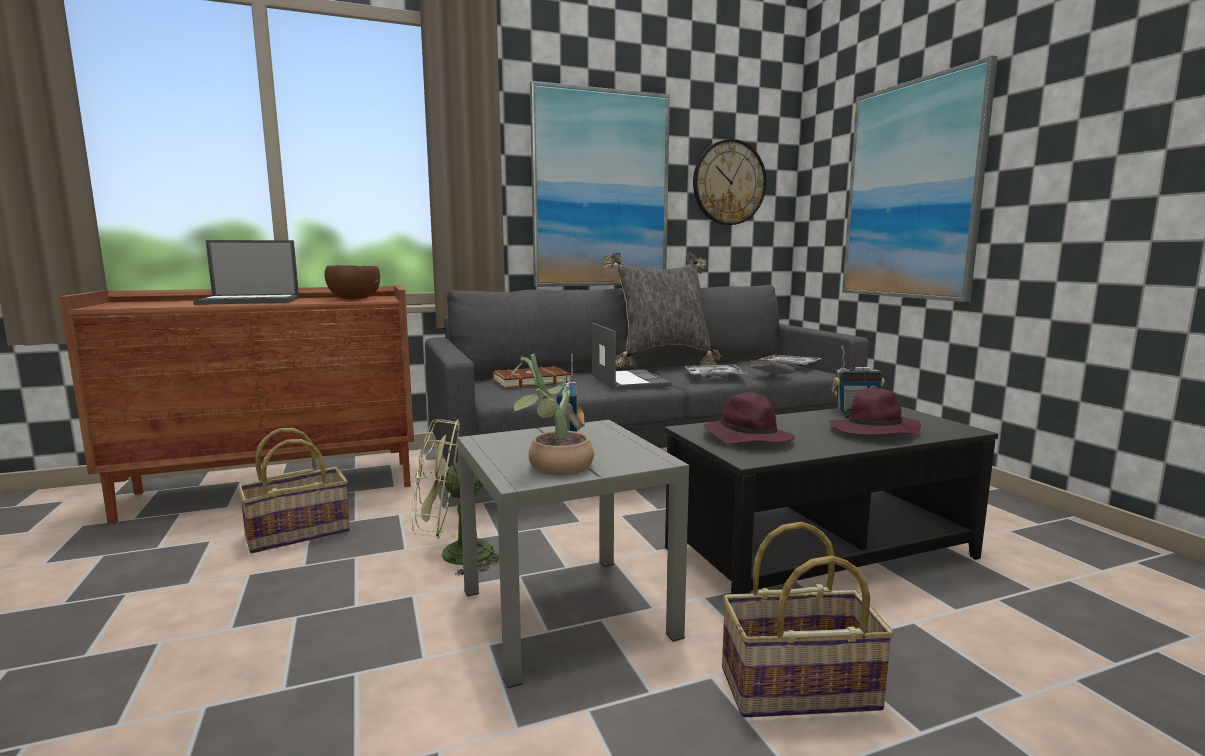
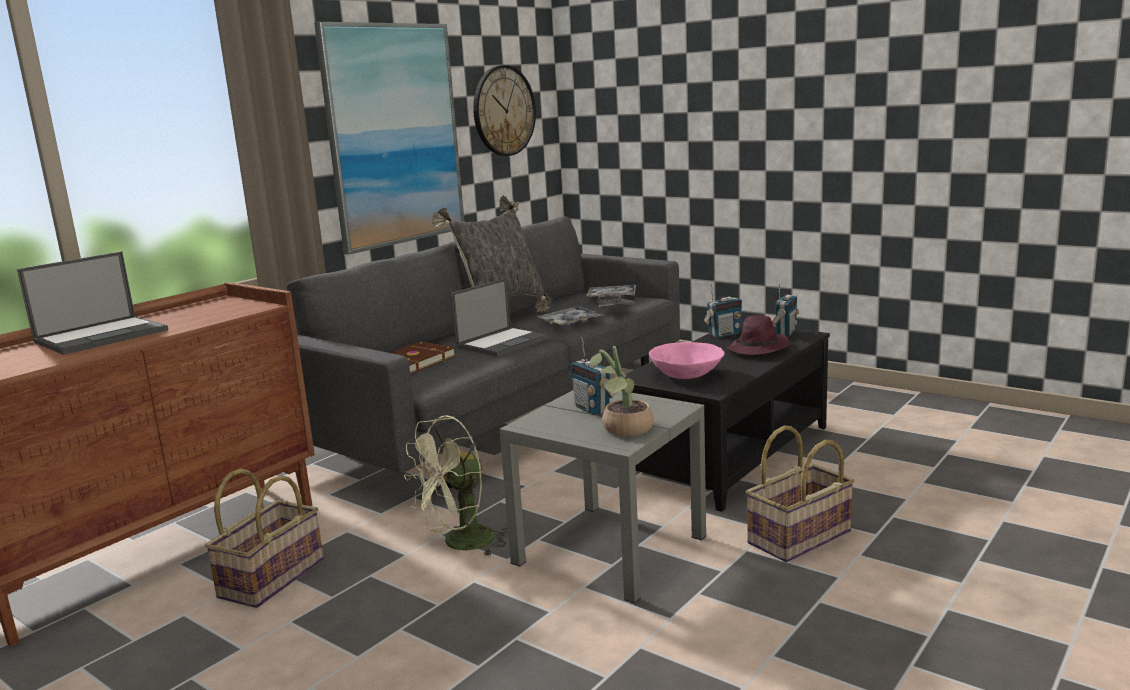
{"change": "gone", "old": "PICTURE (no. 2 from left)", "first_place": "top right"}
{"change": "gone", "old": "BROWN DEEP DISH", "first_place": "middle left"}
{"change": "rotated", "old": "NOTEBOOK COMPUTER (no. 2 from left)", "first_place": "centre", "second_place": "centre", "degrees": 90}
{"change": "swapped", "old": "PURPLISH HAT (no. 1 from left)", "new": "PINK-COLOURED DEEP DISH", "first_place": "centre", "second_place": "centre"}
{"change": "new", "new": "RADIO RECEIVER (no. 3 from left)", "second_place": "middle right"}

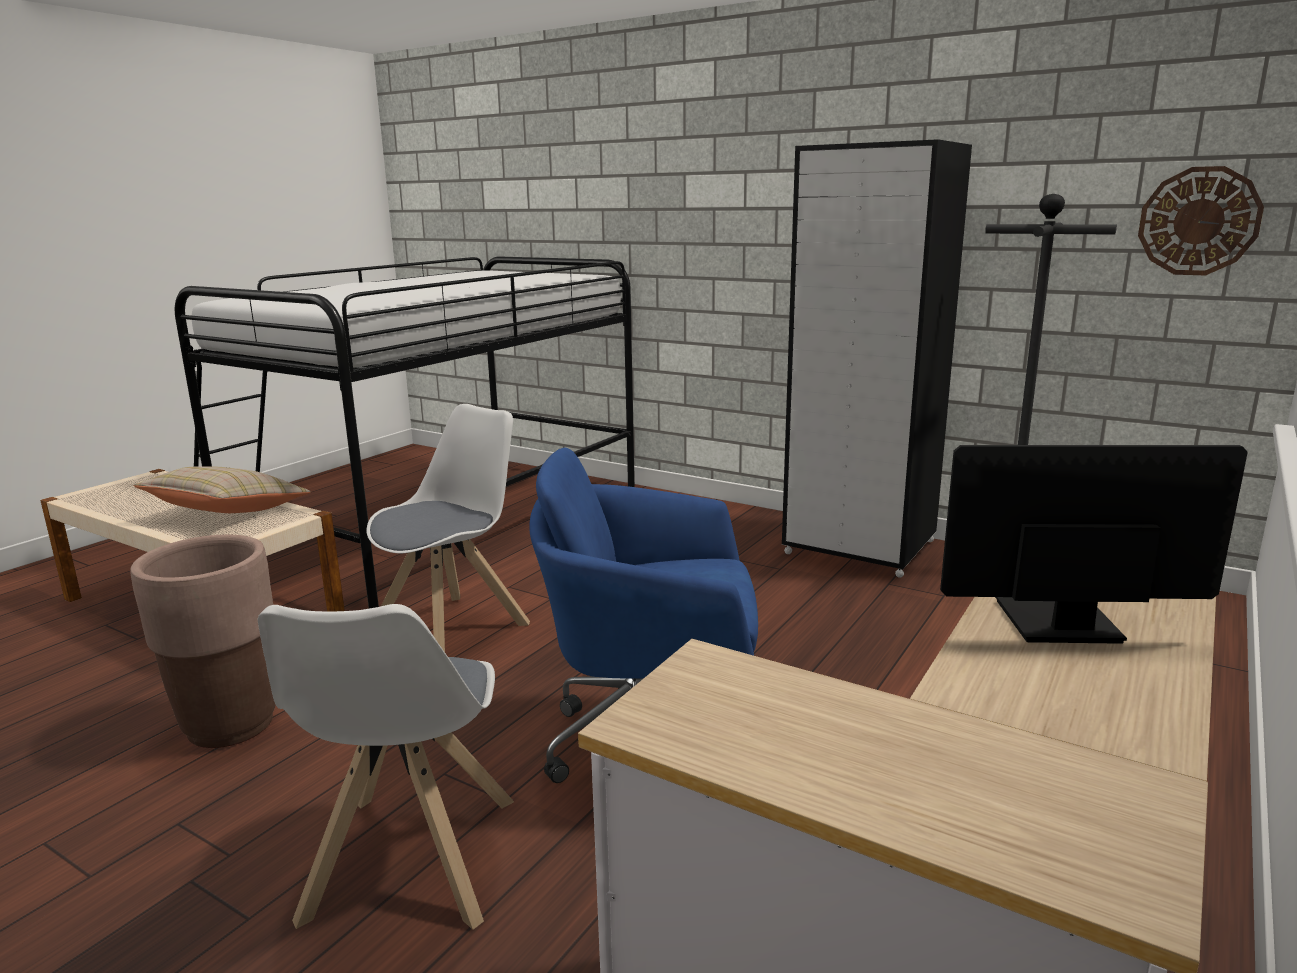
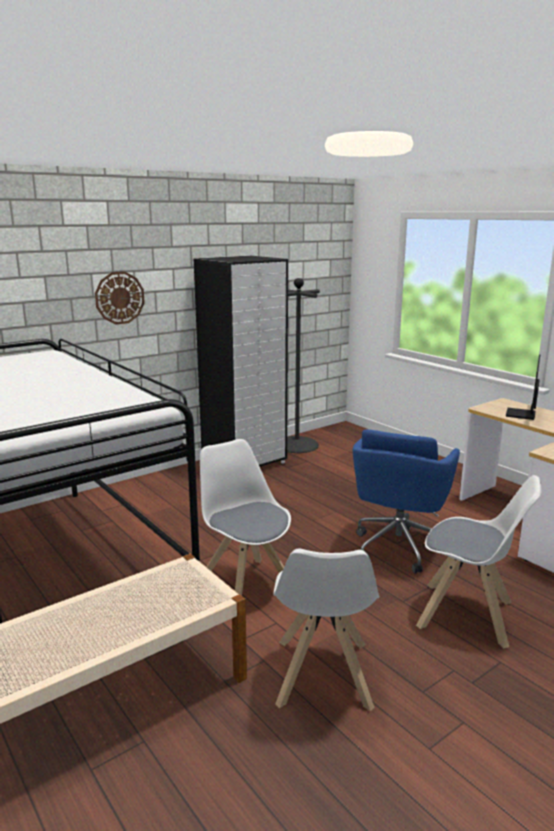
{"change": "shifted", "old": "CLOCK ON THE WALL", "first_place": "top right", "second_place": "middle left"}
{"change": "gone", "old": "BEIGE-COLOURED CUSHION", "first_place": "middle left"}
{"change": "swapped", "old": "BROWN PLANT POT", "new": "UPRIGHT CHAIR (no. 2 from left)", "first_place": "middle left", "second_place": "bottom centre"}

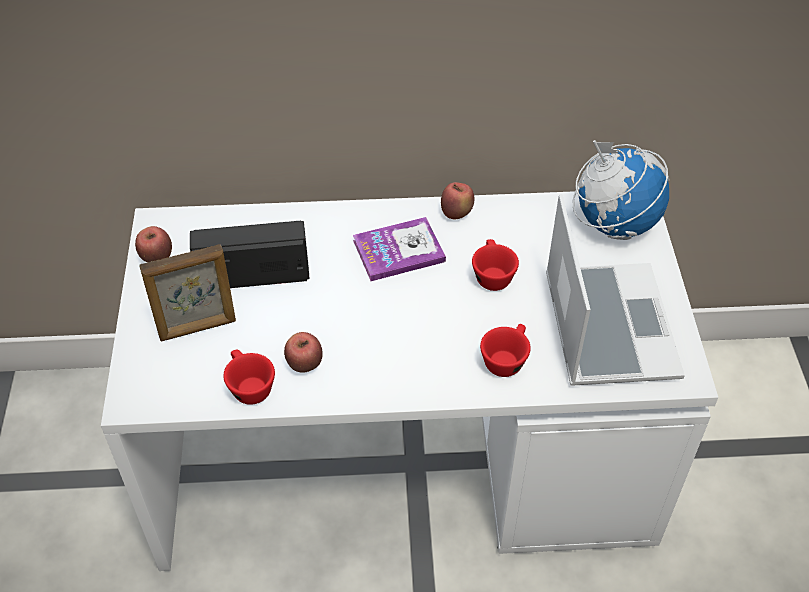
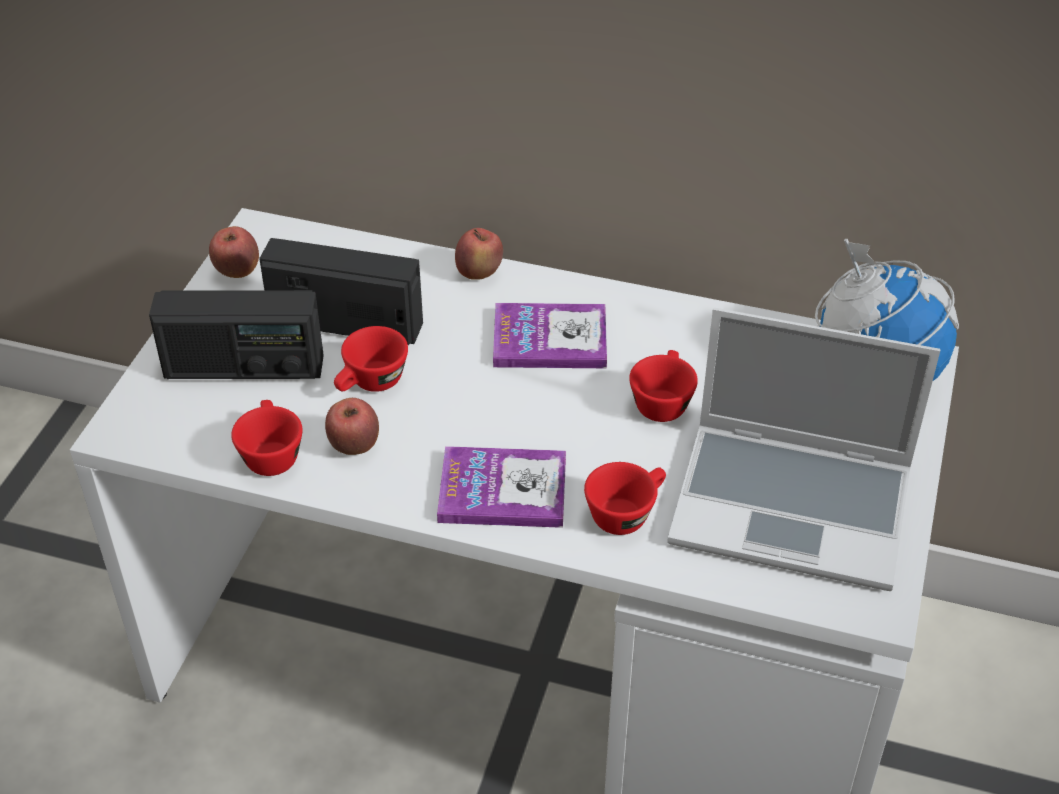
{"change": "shifted", "old": "APPLE FRUIT (no. 3 from left)", "first_place": "centre", "second_place": "top centre"}
{"change": "rotated", "old": "NOTEBOOK COMPUTER", "first_place": "middle right", "second_place": "middle right", "degrees": 90}
{"change": "swapped", "old": "STANDING FRAME", "new": "RADIO RECEIVER (no. 1 from left)", "first_place": "middle left", "second_place": "middle left"}
{"change": "new", "new": "RED SMALL CUP (no. 2 from left)", "second_place": "centre"}
{"change": "new", "new": "BOUND BOOK (no. 1 from left)", "second_place": "centre"}

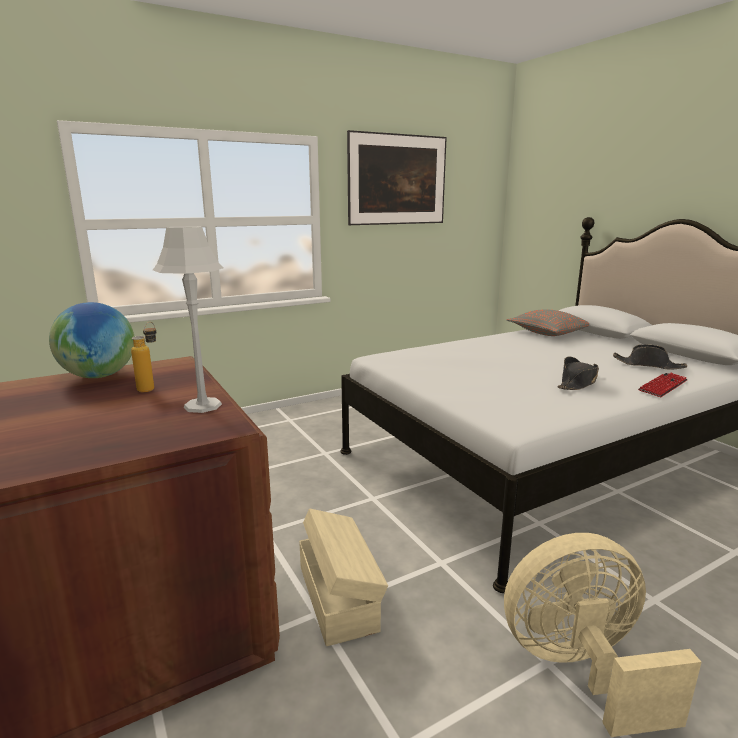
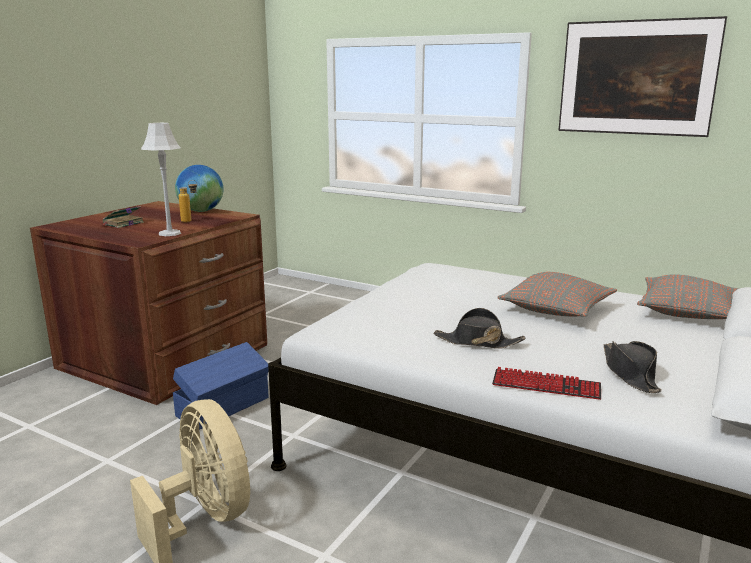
{"change": "repainted", "old": "BEIGE-COLOURED STORAGE BOX", "new": "BLUE STORAGE BOX", "first_place": "bottom centre", "second_place": "bottom left"}
{"change": "new", "new": "BOUND BOOK", "second_place": "middle left"}
{"change": "new", "new": "GREYISH CUSHION (no. 1 from left)", "second_place": "middle right"}

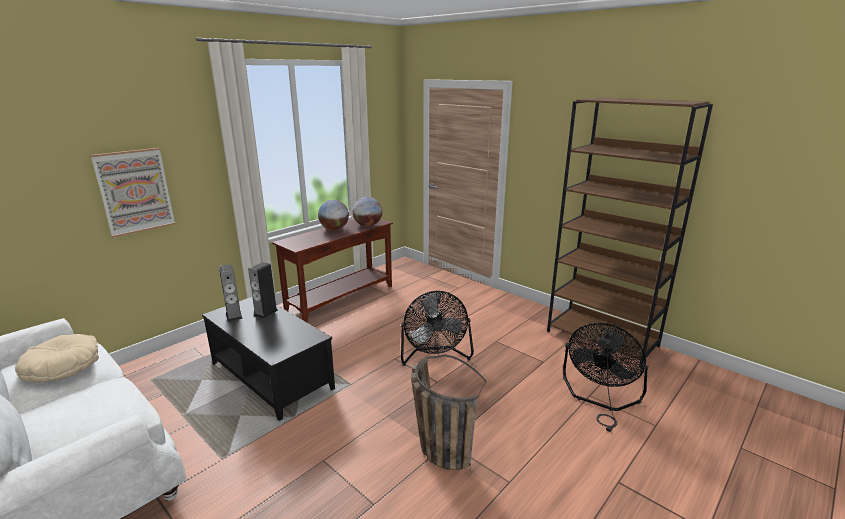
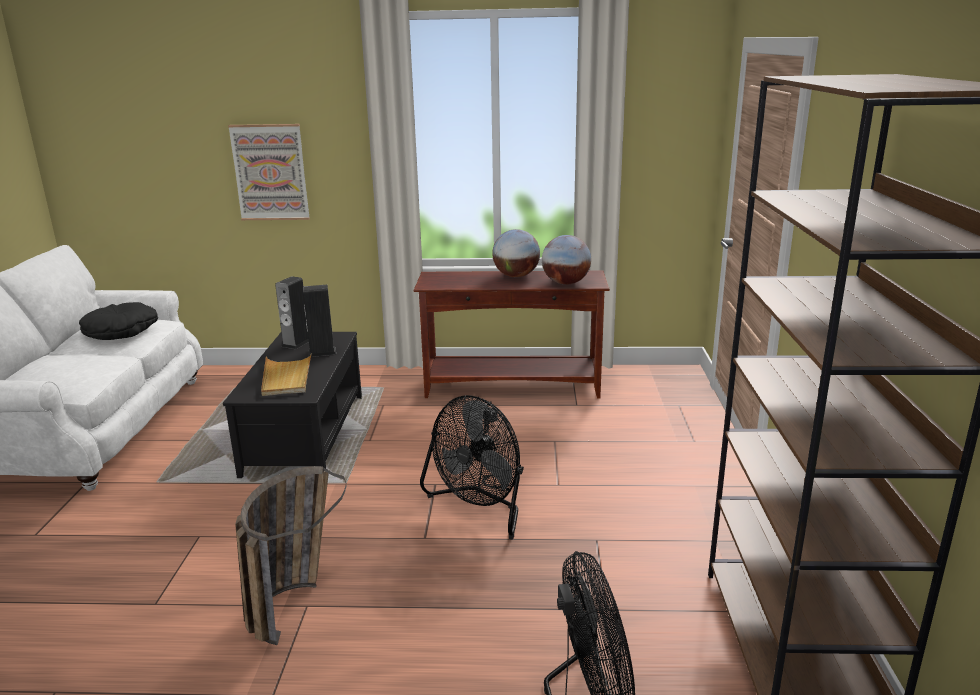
{"change": "repainted", "old": "BEIGE-COLOURED CUSHION", "new": "BLACKISH CUSHION", "first_place": "bottom left", "second_place": "middle left"}
{"change": "new", "new": "BEIGE-COLOURED TRAY", "second_place": "middle left"}

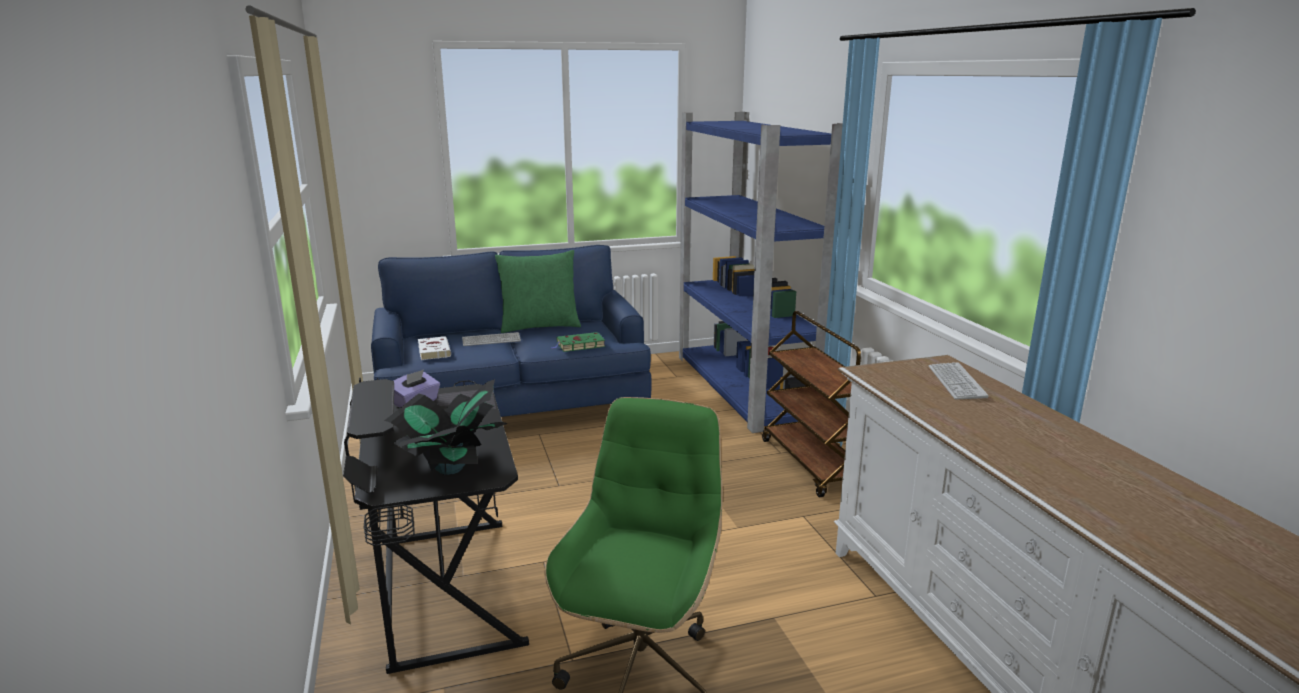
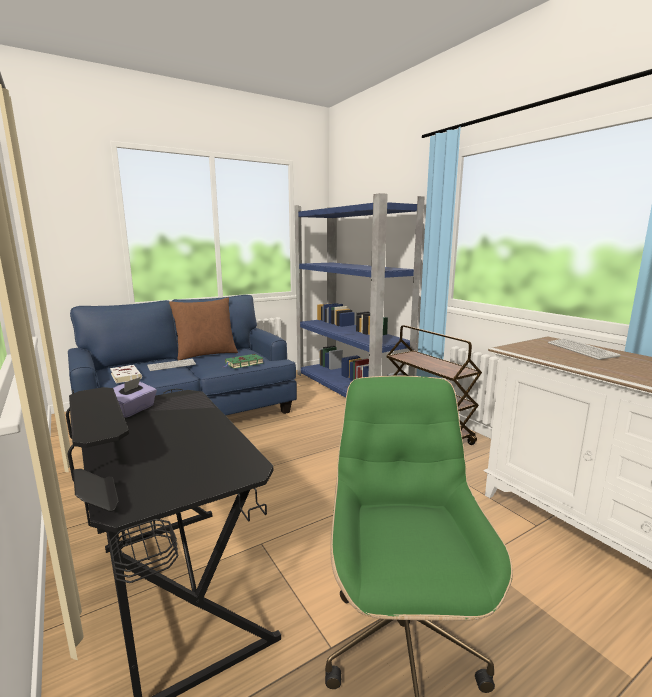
{"change": "repainted", "old": "GREEN-COLOURED CUSHION", "new": "BROWN CUSHION", "first_place": "centre", "second_place": "middle left"}
{"change": "gone", "old": "PLANT IN A POT", "first_place": "centre"}

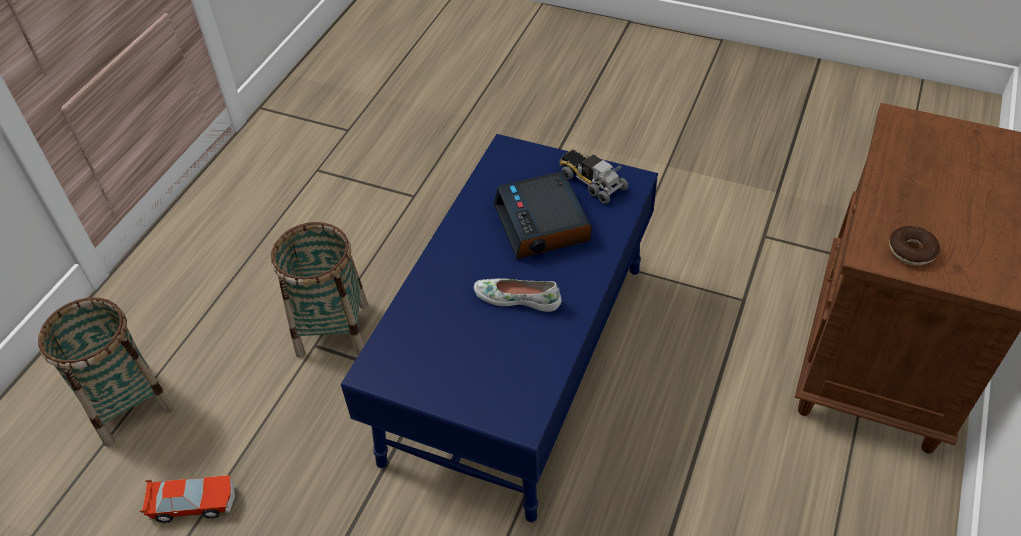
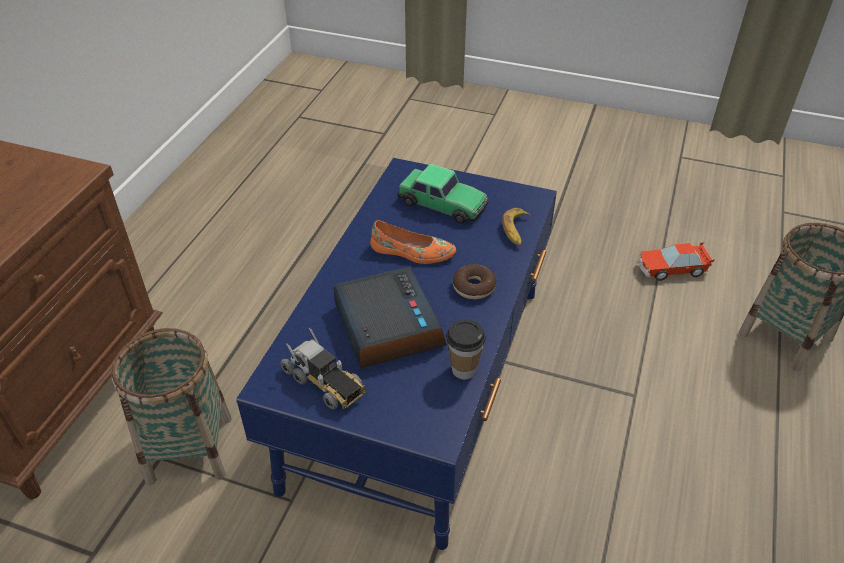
{"change": "shifted", "old": "HOUSEHOLD BASKET (no. 2 from left in the first image)", "new": "HOUSEHOLD BASKET (no. 1 from left)", "first_place": "middle left", "second_place": "bottom left"}
{"change": "shifted", "old": "RING DOUGHNUT", "first_place": "middle right", "second_place": "centre"}
{"change": "repainted", "old": "WHITISH SHOE", "new": "ORANGE SHOE", "first_place": "centre", "second_place": "centre"}
{"change": "new", "new": "MINIATURE CAR (no. 1 from left)", "second_place": "centre"}
{"change": "new", "new": "BANANA FRUIT", "second_place": "centre"}
{"change": "new", "new": "SMALL CUP", "second_place": "centre"}

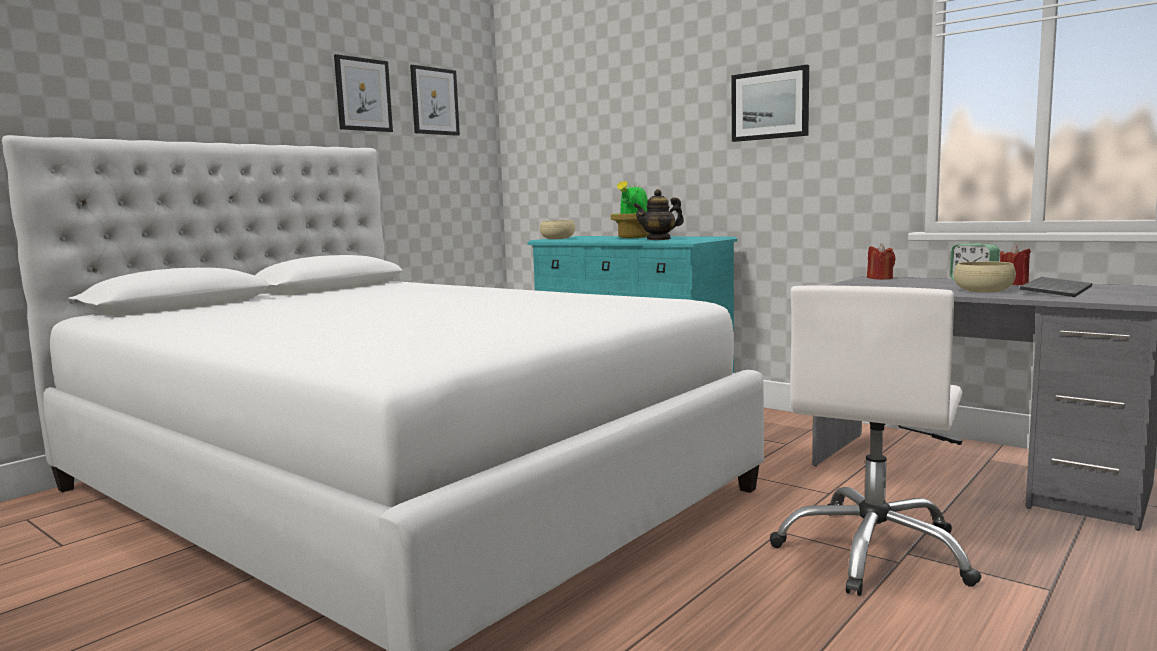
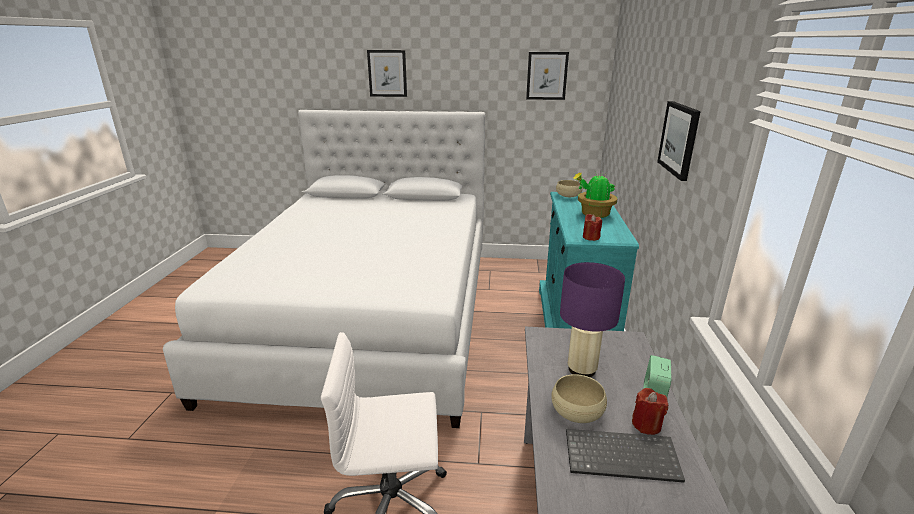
{"change": "shifted", "old": "PICTURE (no. 1 from left)", "first_place": "top left", "second_place": "top centre"}
{"change": "gone", "old": "TEA POT", "first_place": "top centre"}
{"change": "shifted", "old": "RED WAX CANDLE (no. 1 from left)", "first_place": "middle right", "second_place": "centre"}
{"change": "new", "new": "PURPLISH LAMP FOR A TABLE", "second_place": "centre"}

